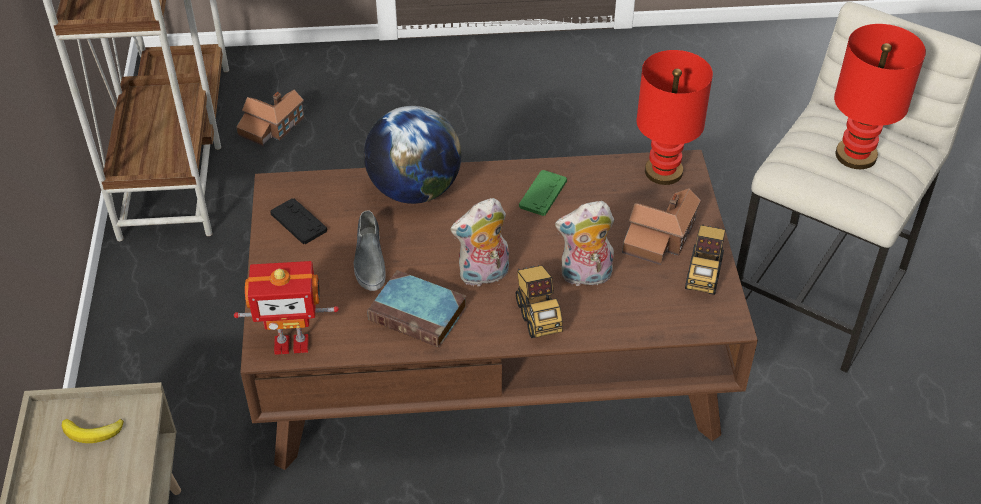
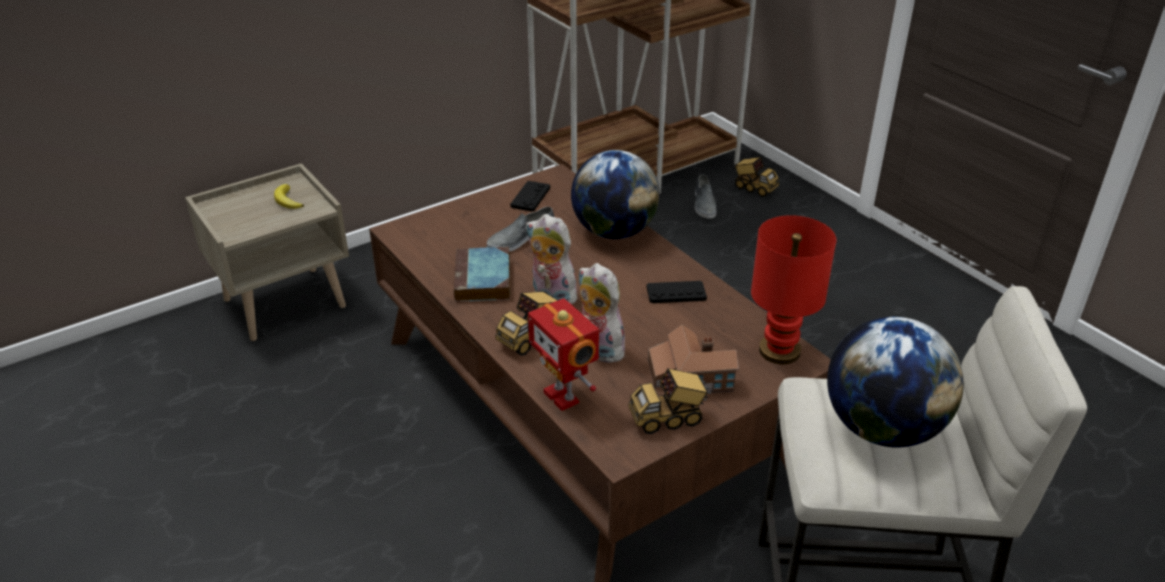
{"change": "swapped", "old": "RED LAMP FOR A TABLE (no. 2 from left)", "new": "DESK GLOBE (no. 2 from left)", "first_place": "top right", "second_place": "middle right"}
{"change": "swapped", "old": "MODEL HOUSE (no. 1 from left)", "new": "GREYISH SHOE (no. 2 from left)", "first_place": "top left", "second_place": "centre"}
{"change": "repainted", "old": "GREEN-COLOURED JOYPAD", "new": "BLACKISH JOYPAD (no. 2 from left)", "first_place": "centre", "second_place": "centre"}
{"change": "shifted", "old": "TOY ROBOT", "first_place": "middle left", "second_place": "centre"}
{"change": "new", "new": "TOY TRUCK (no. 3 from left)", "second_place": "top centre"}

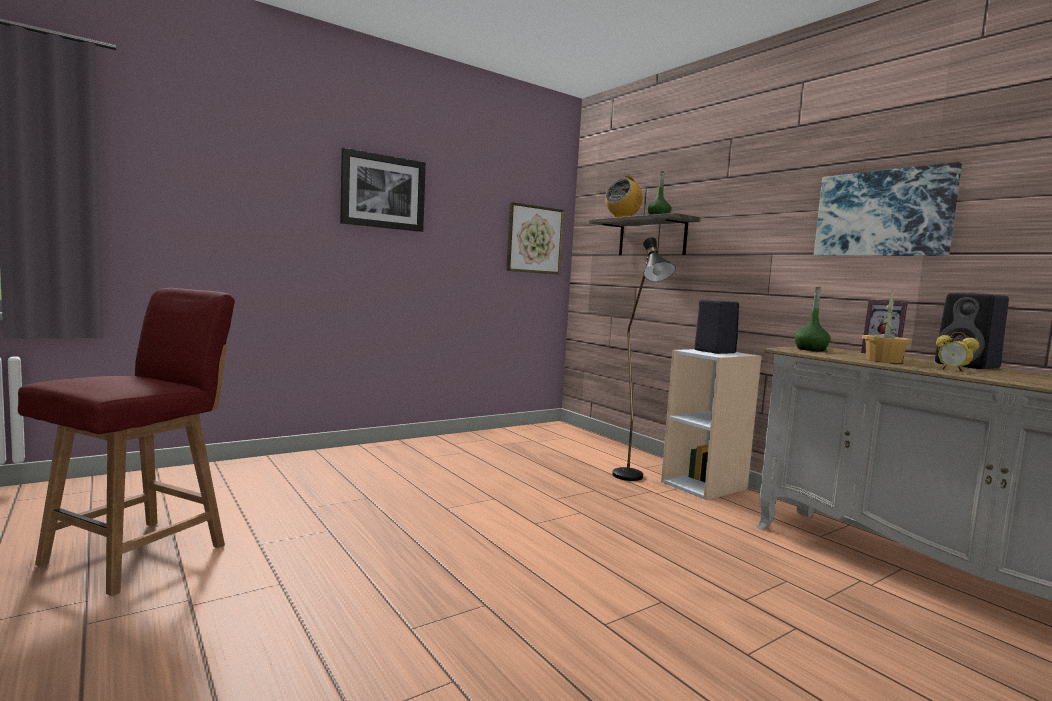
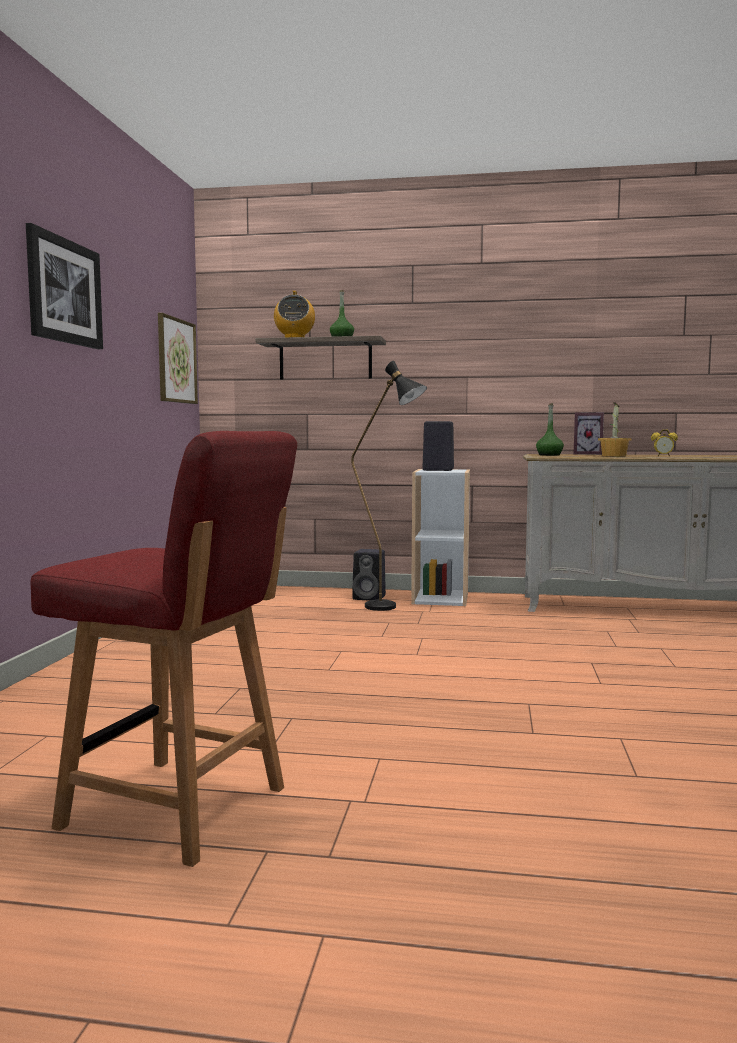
{"change": "gone", "old": "PICTURE (no. 3 from left)", "first_place": "top right"}
{"change": "rotated", "old": "RED UPRIGHT CHAIR", "first_place": "middle left", "second_place": "middle left", "degrees": 135}
{"change": "shifted", "old": "BLACKISH LOUDSPEAKER (no. 2 from left in the first image)", "new": "BLACKISH LOUDSPEAKER (no. 1 from left)", "first_place": "middle right", "second_place": "centre"}

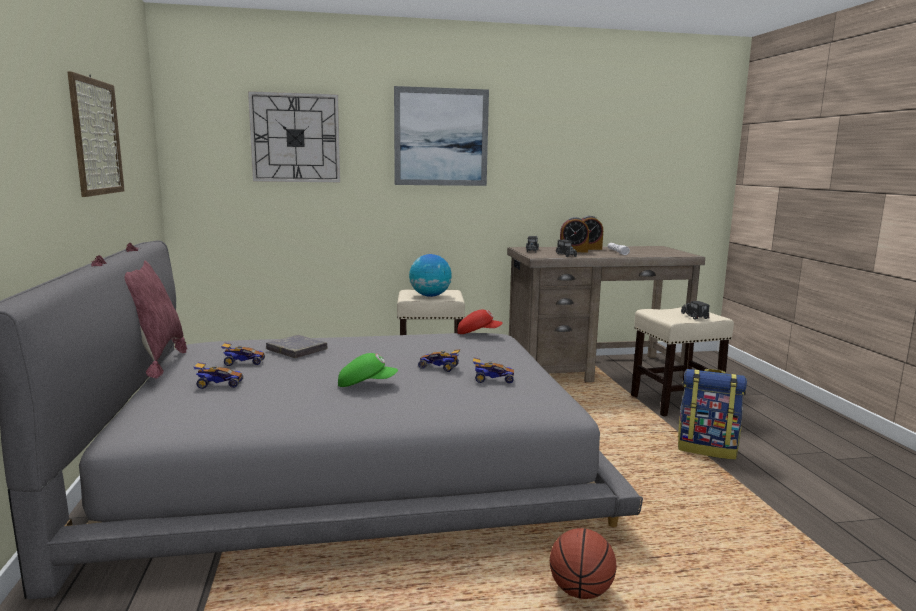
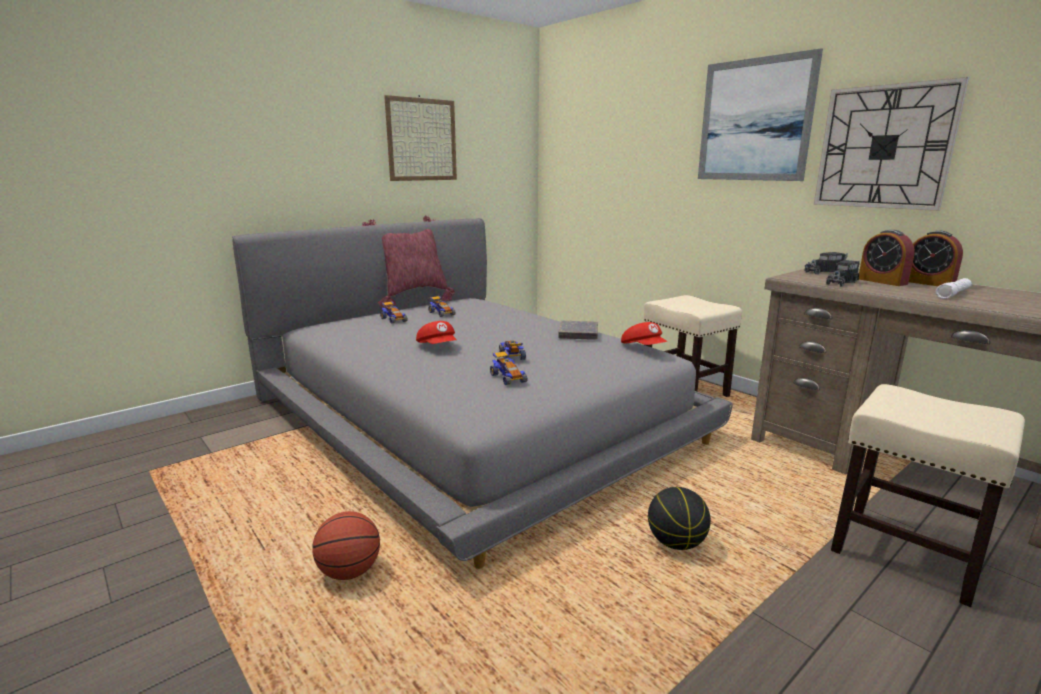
{"change": "shifted", "old": "CLOCK ON THE WALL", "first_place": "top left", "second_place": "top right"}
{"change": "gone", "old": "DESK GLOBE", "first_place": "centre"}
{"change": "gone", "old": "TOY TRUCK (no. 3 from left)", "first_place": "middle right"}
{"change": "shifted", "old": "GREYISH BOUND BOOK", "first_place": "middle left", "second_place": "centre"}
{"change": "repainted", "old": "GREEN-COLOURED BASEBALL CAP", "new": "RED BASEBALL CAP (no. 1 from left)", "first_place": "centre", "second_place": "centre"}
{"change": "gone", "old": "KNAPSACK", "first_place": "bottom right"}
{"change": "new", "new": "BALL FOR BASKETBALL (no. 2 from left)", "second_place": "bottom centre"}

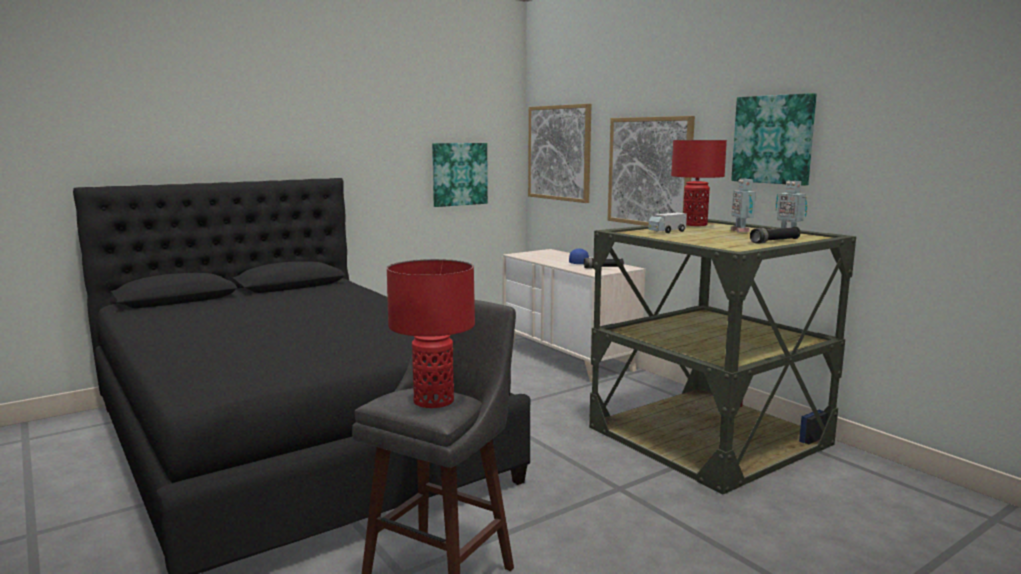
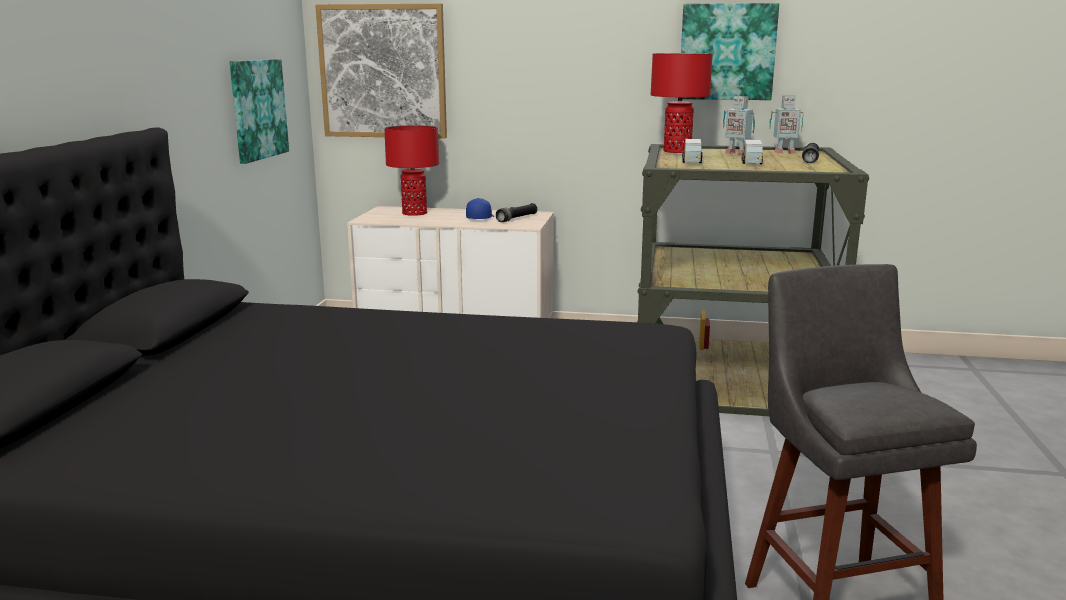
{"change": "gone", "old": "PICTURE (no. 3 from left)", "first_place": "top centre"}
{"change": "shifted", "old": "RED LAMP FOR A TABLE (no. 1 from left)", "first_place": "centre", "second_place": "top centre"}
{"change": "new", "new": "TOY TRUCK (no. 2 from left)", "second_place": "top right"}

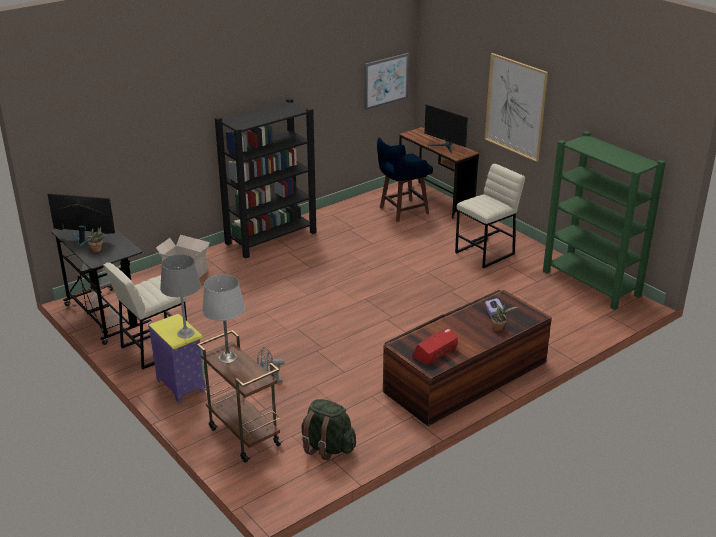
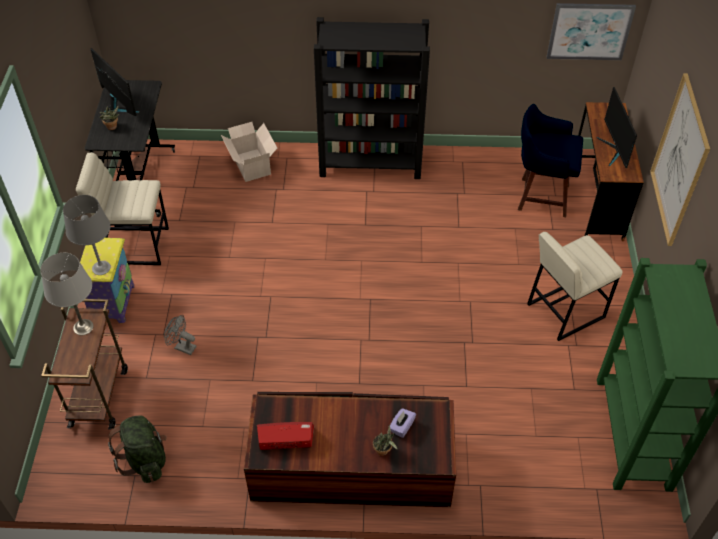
{"change": "rotated", "old": "BEIGE-COLOURED UPRIGHT CHAIR (no. 2 from left)", "first_place": "middle right", "second_place": "middle right", "degrees": 150}

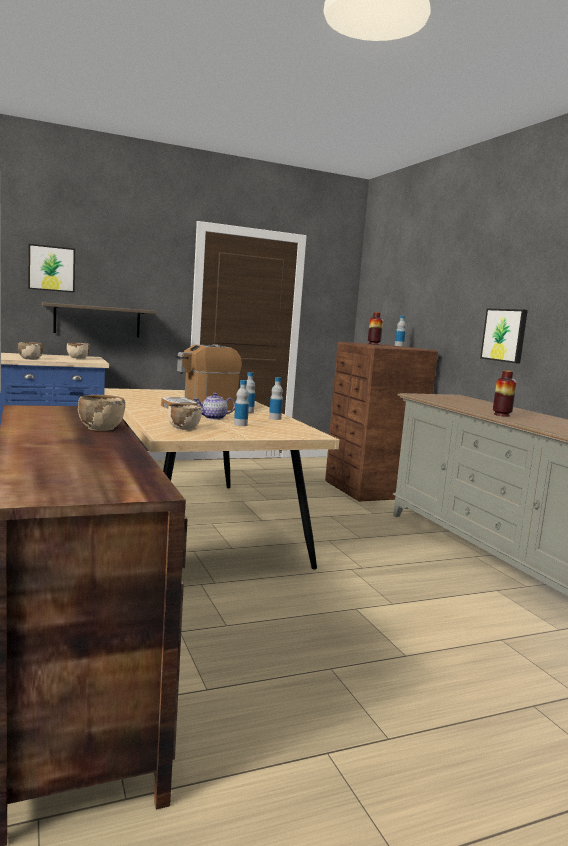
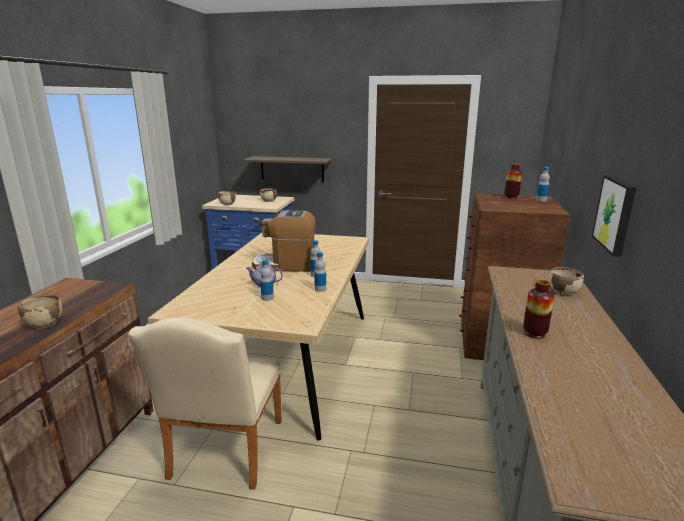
{"change": "gone", "old": "PICTURE (no. 1 from left)", "first_place": "top left"}
{"change": "shifted", "old": "BEIGE-COLOURED DEEP DISH (no. 4 from left)", "first_place": "middle left", "second_place": "middle right"}
{"change": "new", "new": "BEIGE-COLOURED UPRIGHT CHAIR", "second_place": "bottom left"}

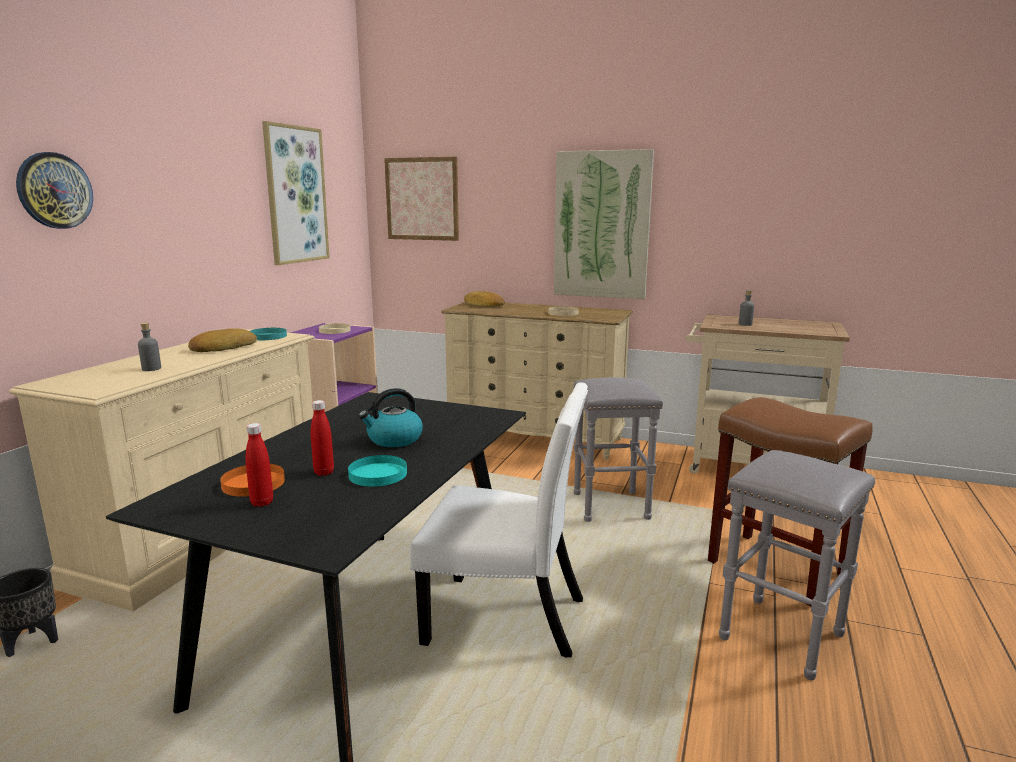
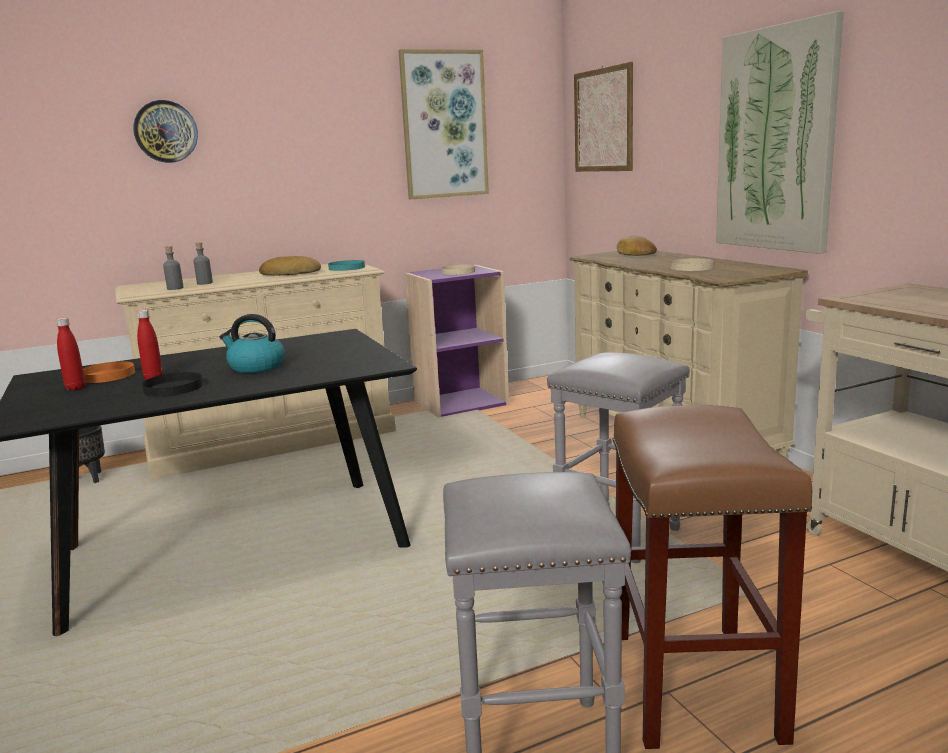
{"change": "shifted", "old": "GREYISH BEVERAGE BOTTLE (no. 2 from left in the first image)", "new": "GREYISH BEVERAGE BOTTLE (no. 1 from left)", "first_place": "middle right", "second_place": "middle left"}
{"change": "gone", "old": "WHITISH UPRIGHT CHAIR", "first_place": "bottom centre"}
{"change": "repainted", "old": "BLUE-GREEN PLATE (no. 2 from left)", "new": "BLACKISH PLATE", "first_place": "centre", "second_place": "middle left"}

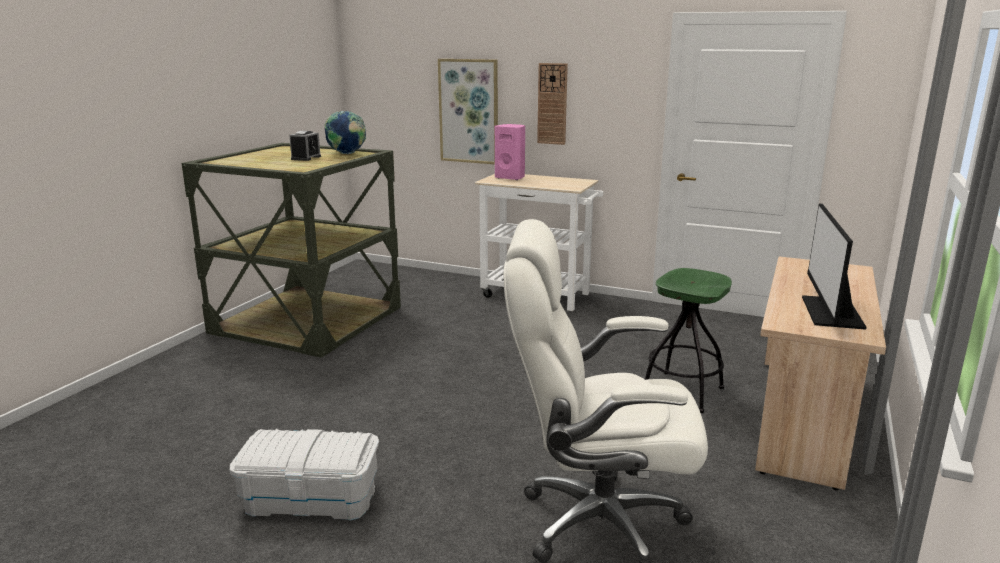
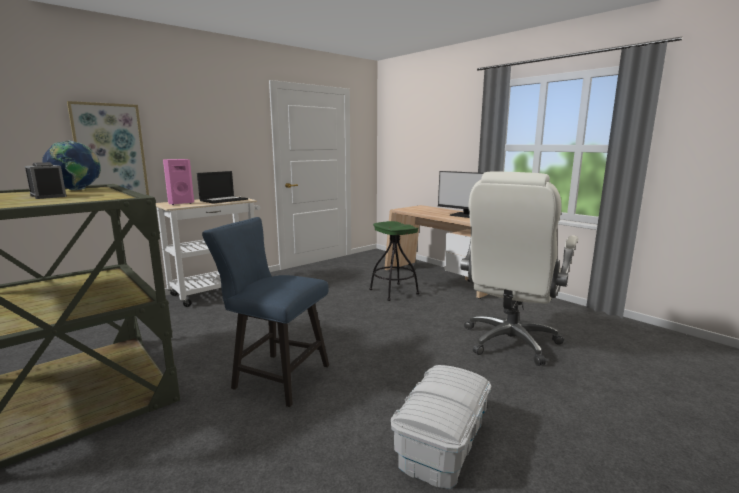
{"change": "gone", "old": "CLOCK ON THE WALL", "first_place": "top centre"}
{"change": "new", "new": "NOTEBOOK COMPUTER", "second_place": "middle left"}
{"change": "new", "new": "BLUE UPRIGHT CHAIR", "second_place": "centre"}

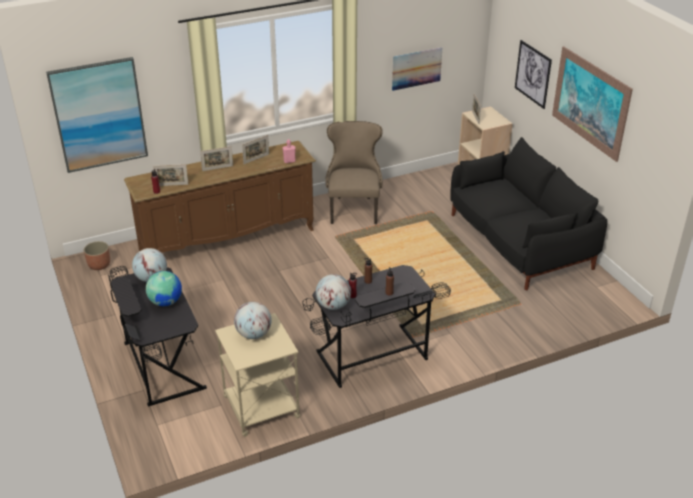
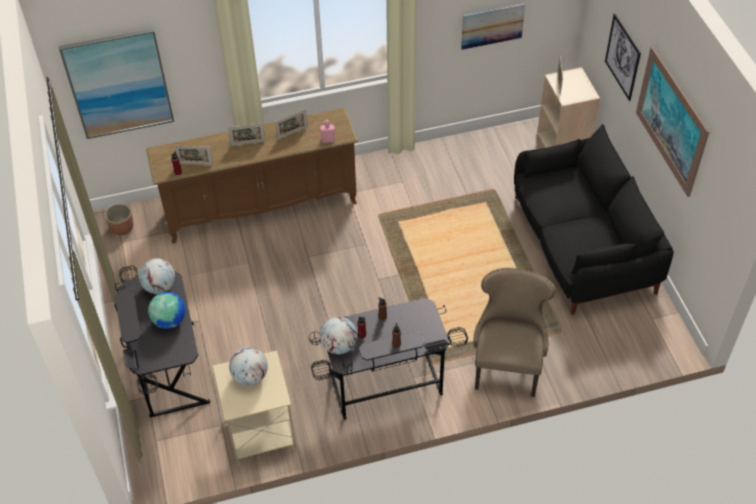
{"change": "shifted", "old": "BEIGE-COLOURED UPRIGHT CHAIR", "first_place": "centre", "second_place": "middle right"}

